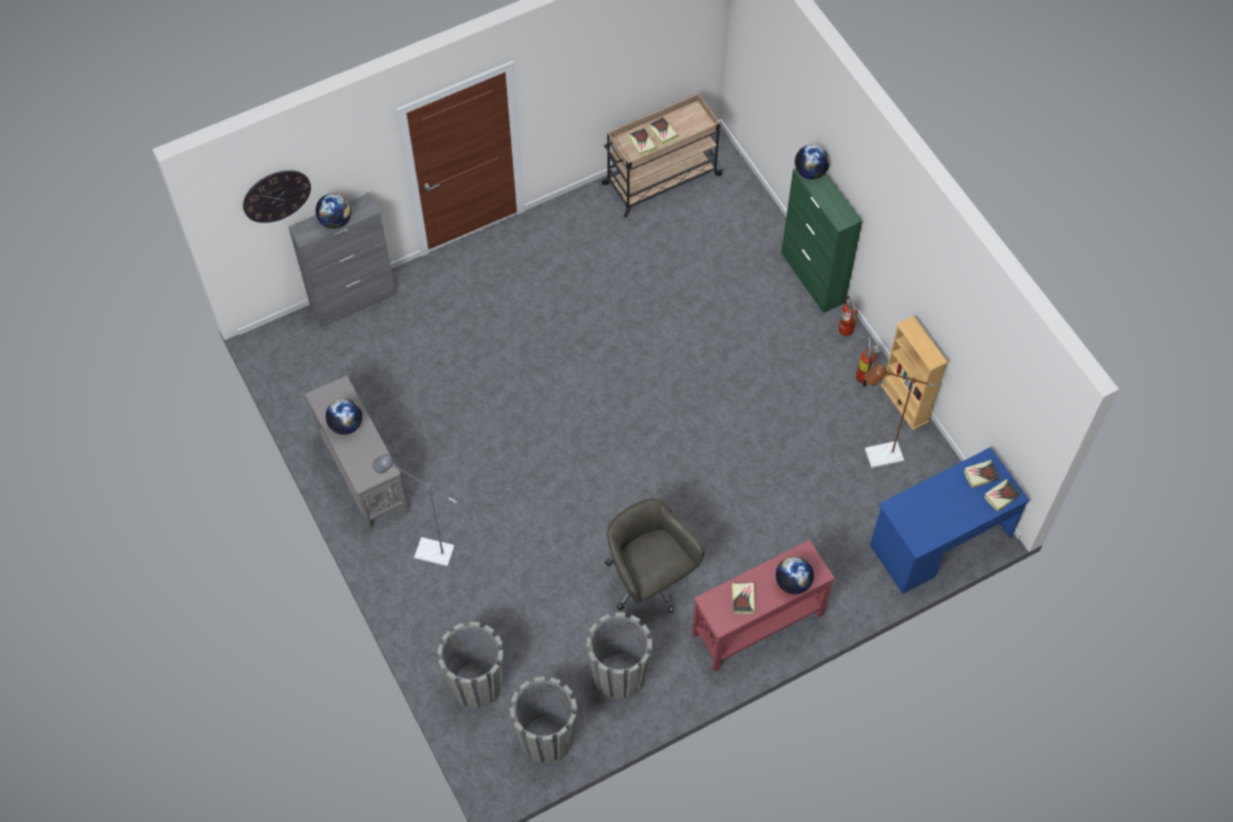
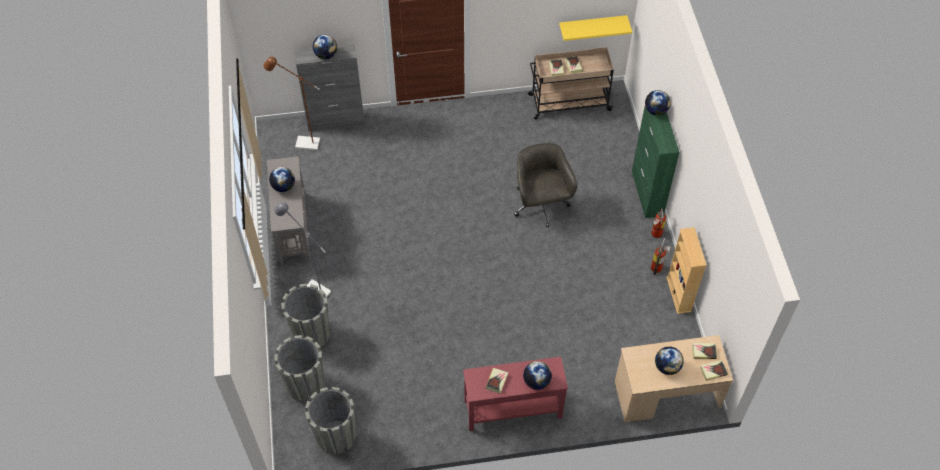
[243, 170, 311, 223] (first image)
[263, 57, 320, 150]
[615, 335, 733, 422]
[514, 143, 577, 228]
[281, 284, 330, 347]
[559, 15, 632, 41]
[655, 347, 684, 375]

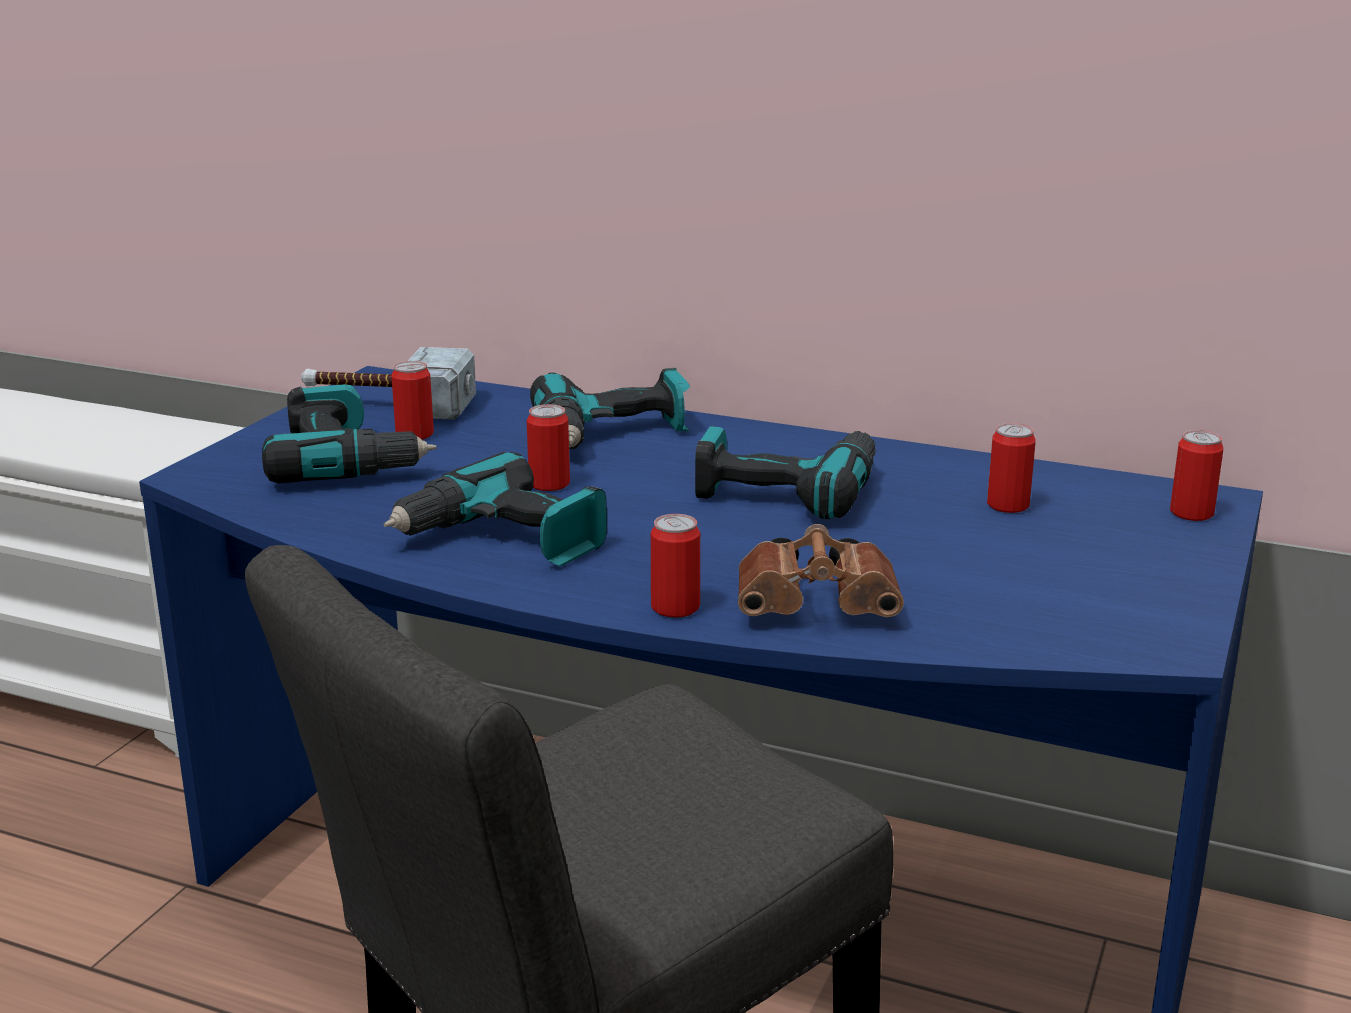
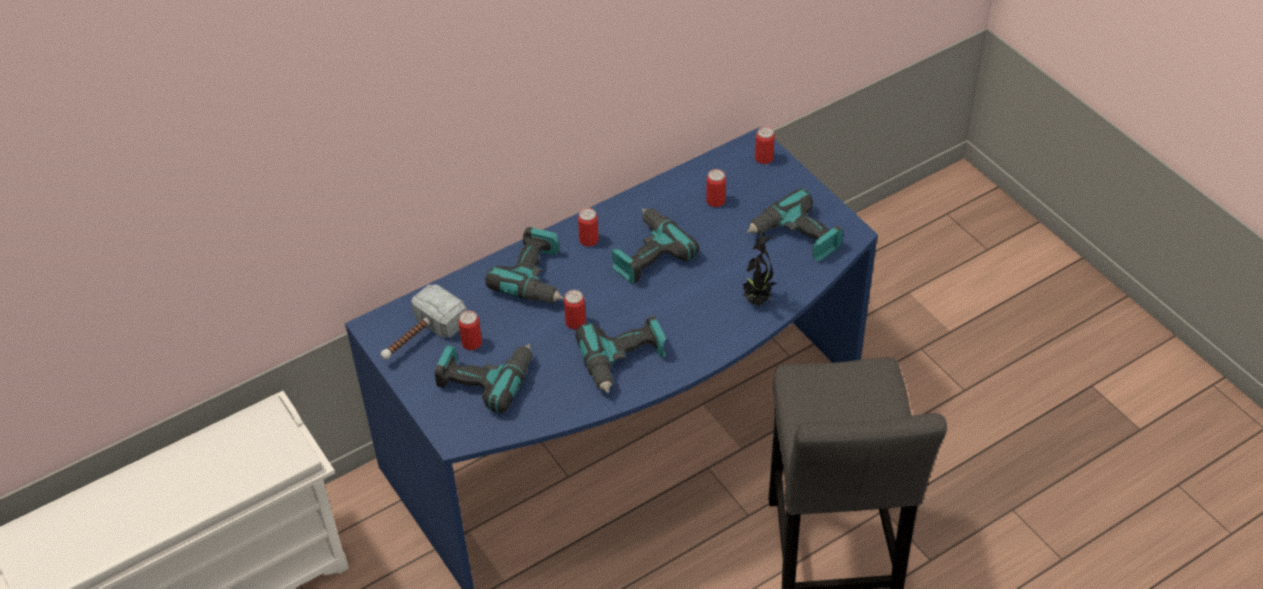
[578, 208, 599, 246]
[743, 232, 777, 307]
[746, 188, 843, 261]

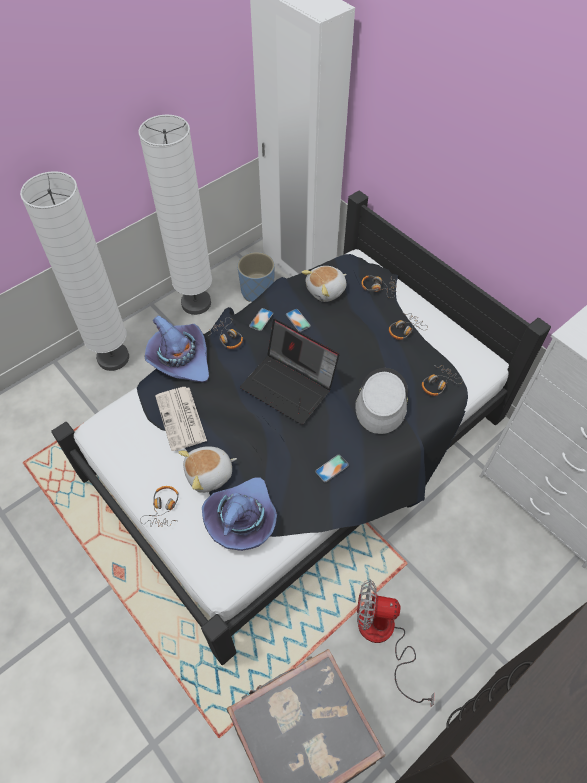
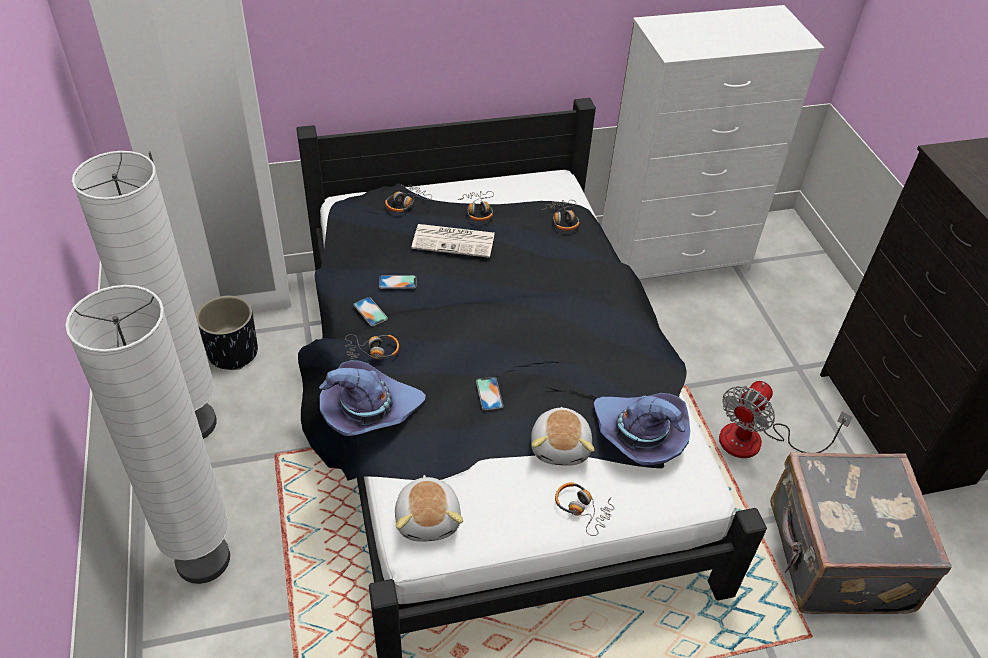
[196, 296, 258, 370]
[395, 475, 463, 542]
[240, 319, 339, 425] (first image)
[355, 368, 408, 434] (first image)
[411, 224, 495, 258]
[476, 377, 503, 410]

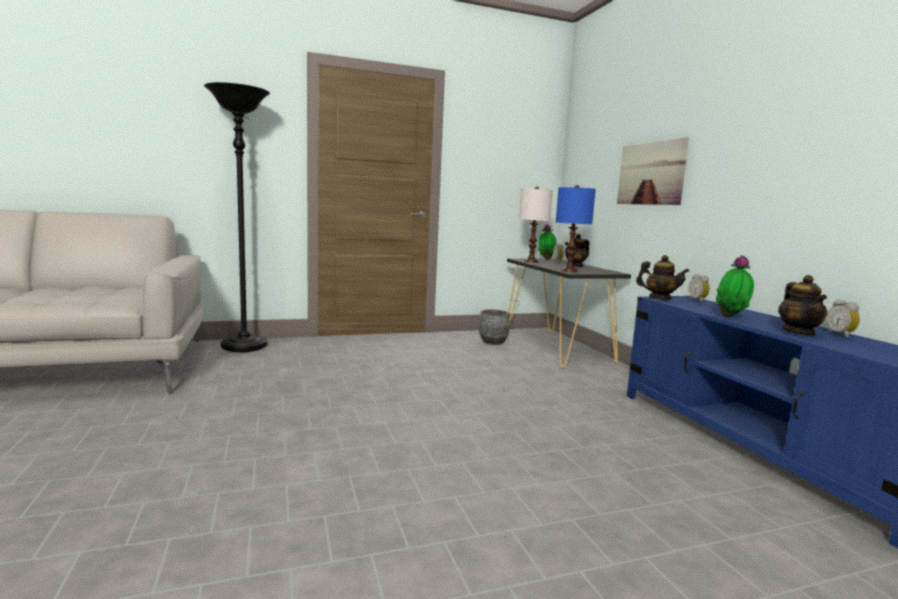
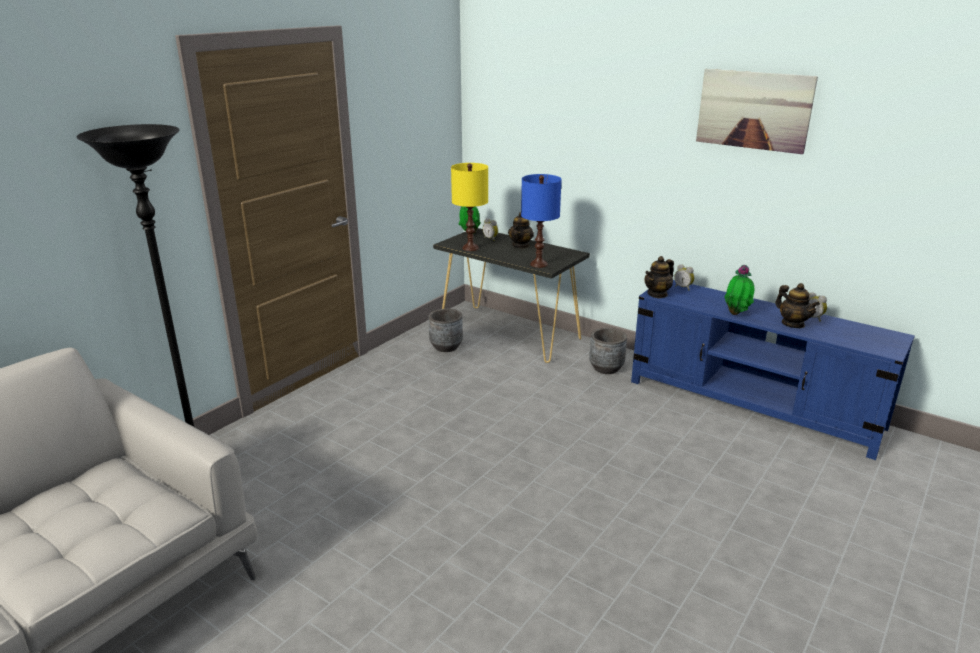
[696, 69, 818, 154]
[451, 163, 488, 251]
[644, 256, 674, 299]
[589, 328, 627, 374]

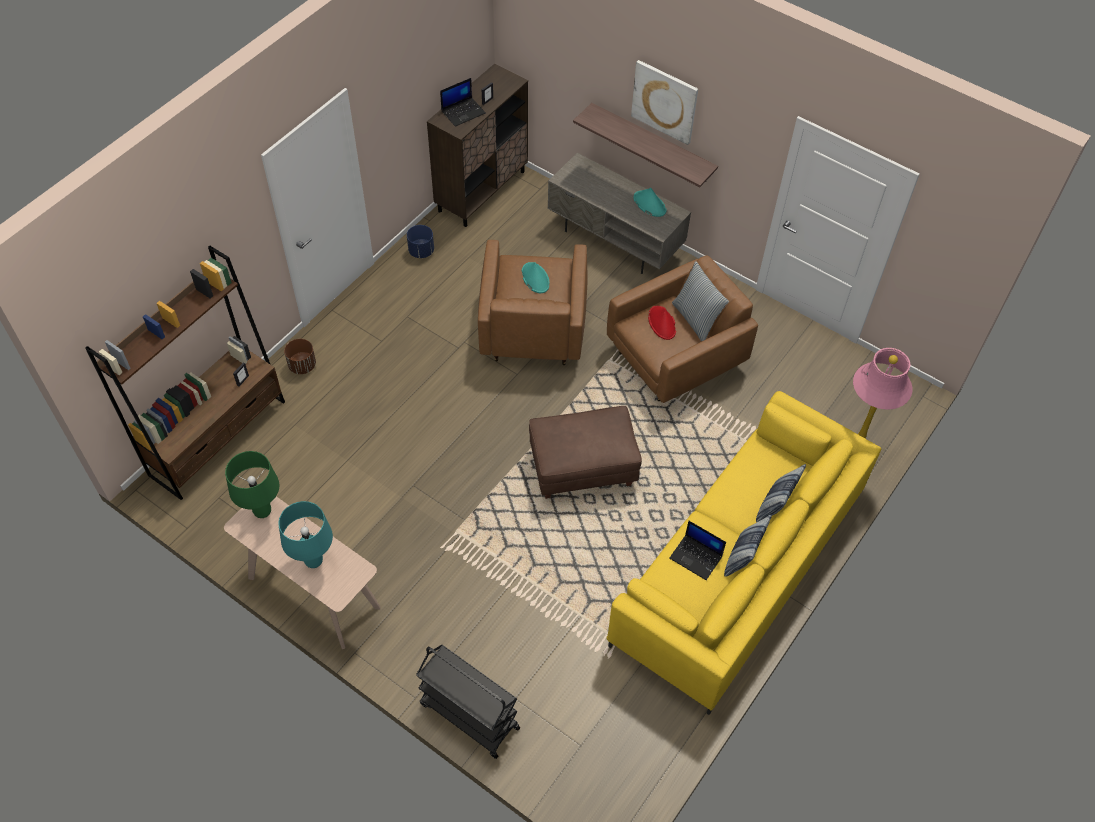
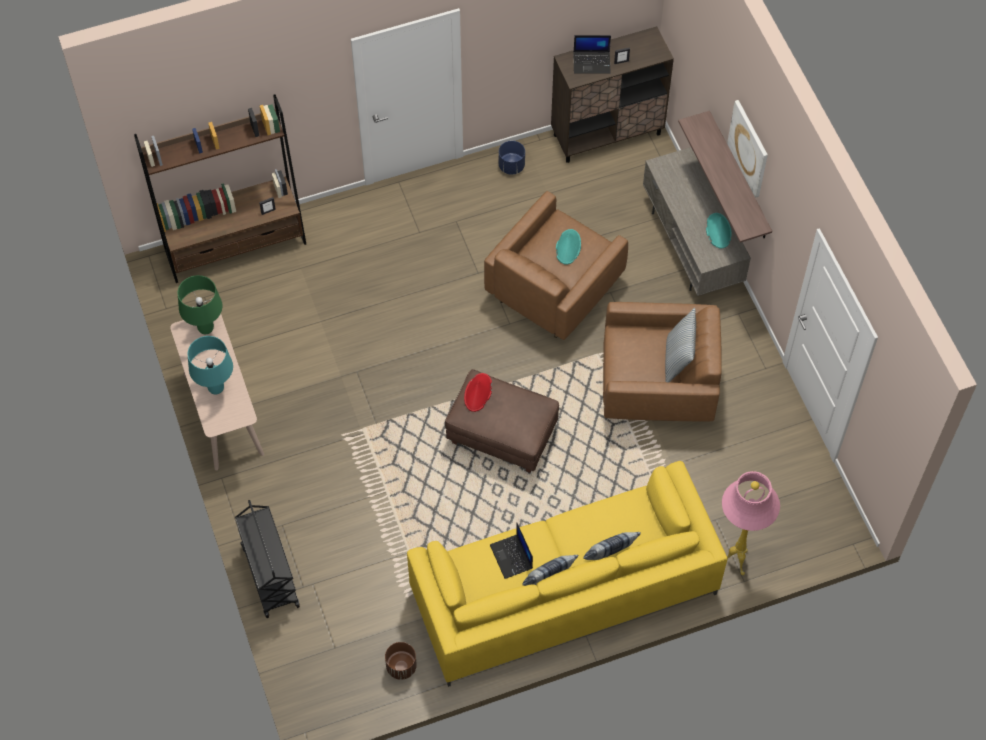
[464, 373, 492, 412]
[385, 642, 417, 680]

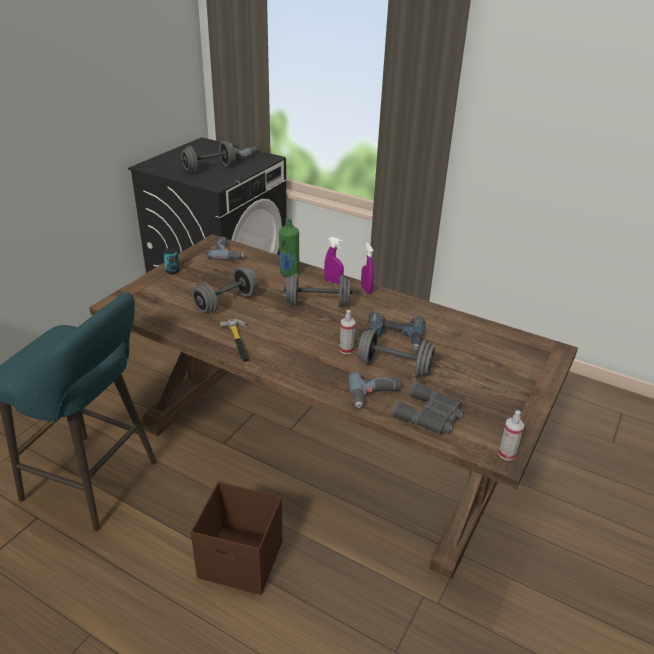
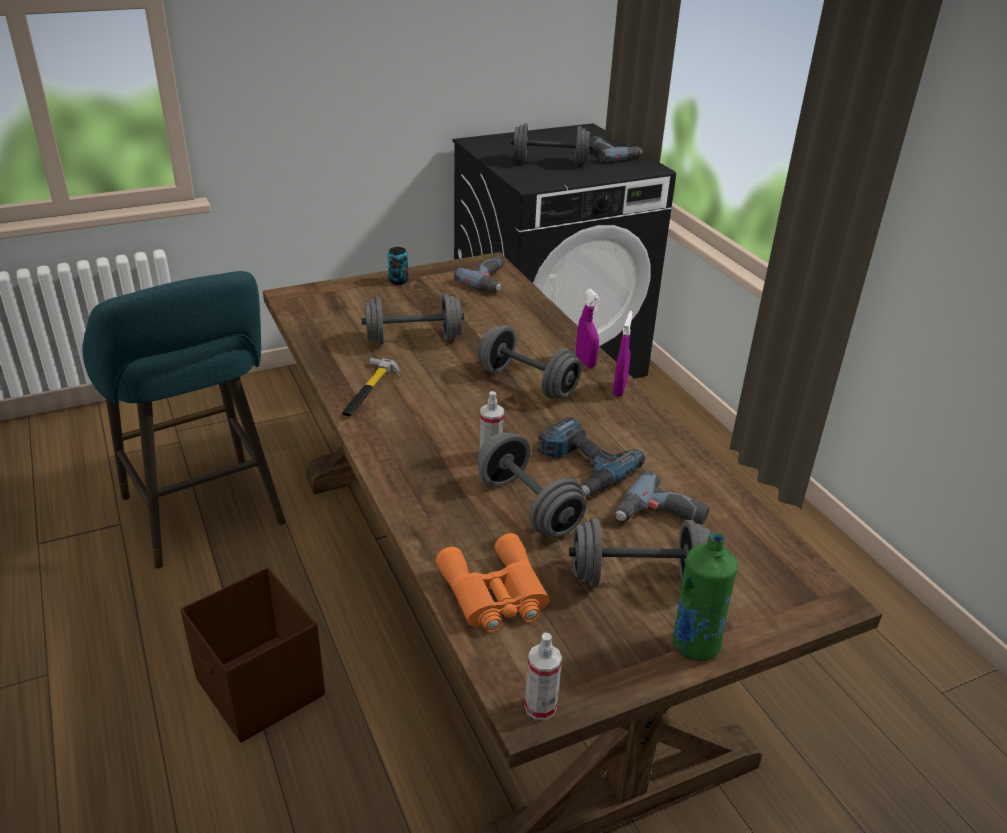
[673, 532, 738, 661]
[615, 471, 710, 524]
[436, 533, 549, 632]
[569, 518, 710, 586]

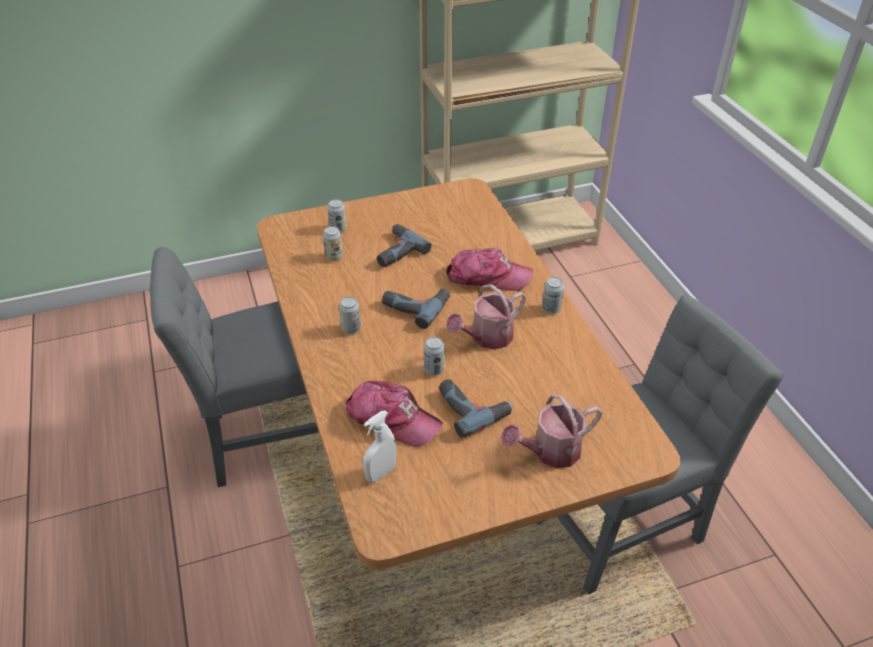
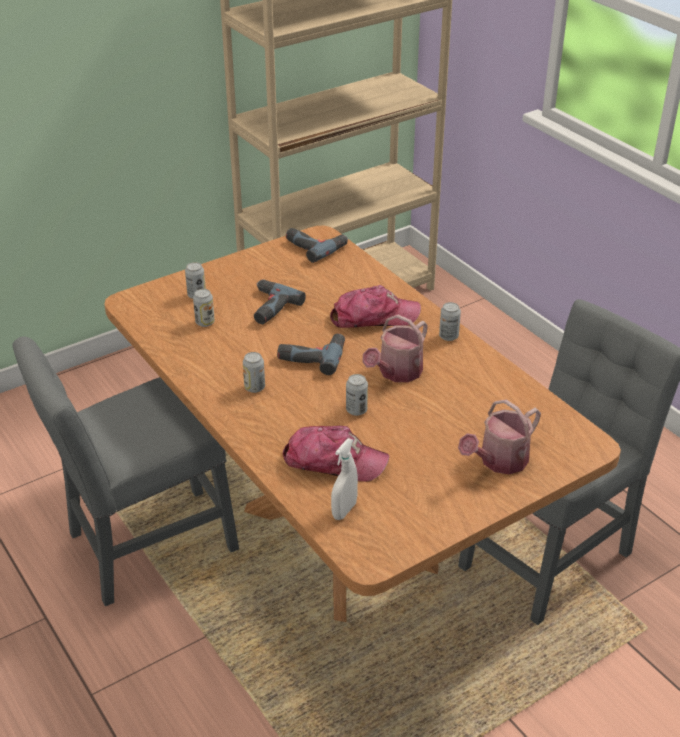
[286, 228, 348, 263]

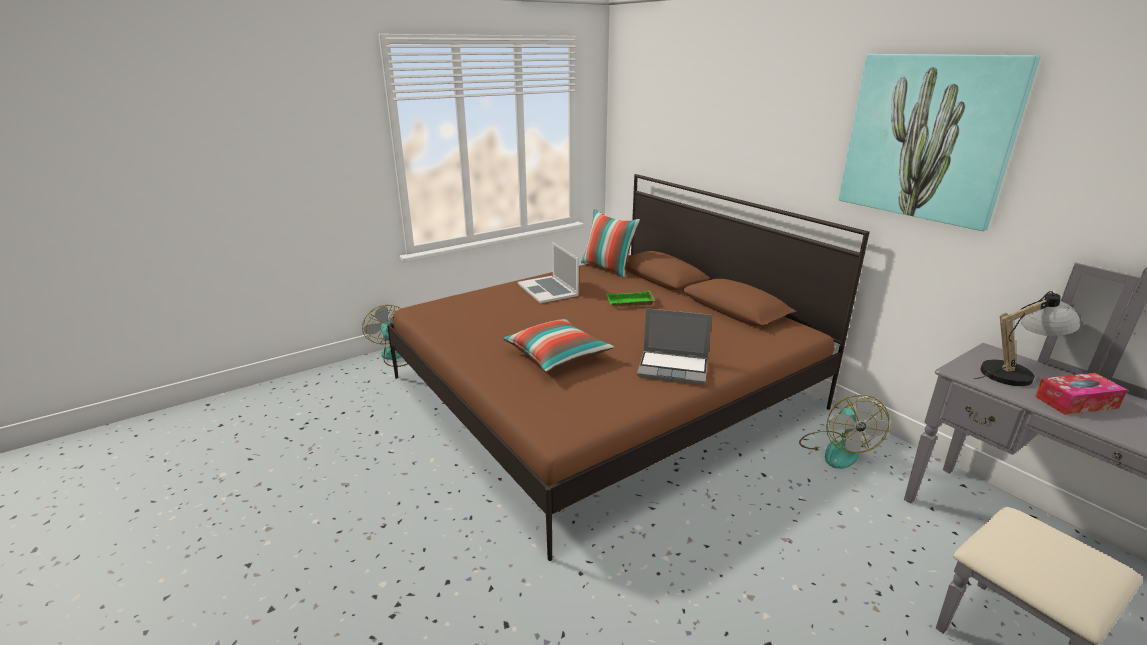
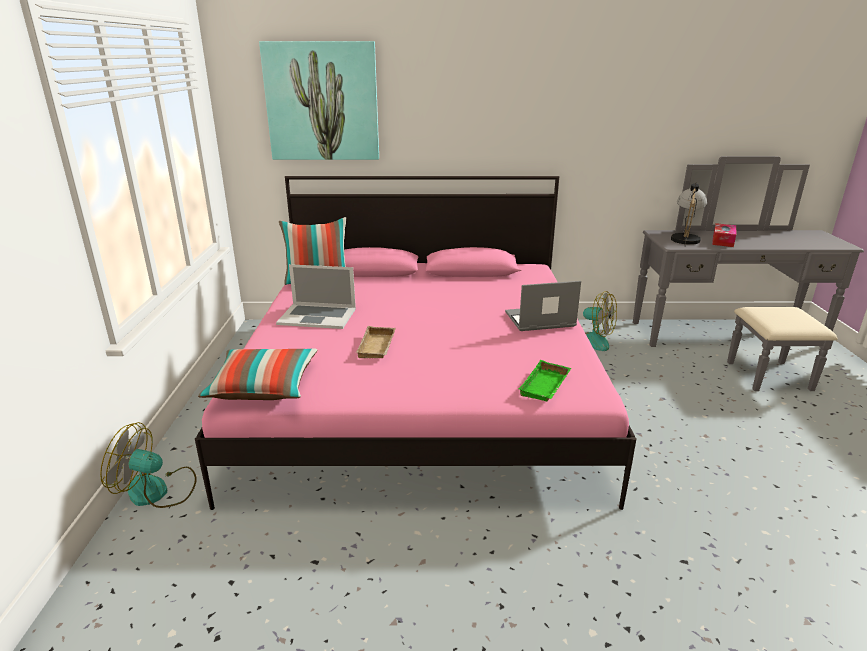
[259, 41, 379, 160]
[195, 176, 637, 510]
[518, 360, 571, 401]
[505, 281, 581, 331]
[198, 349, 318, 400]
[356, 326, 396, 358]

